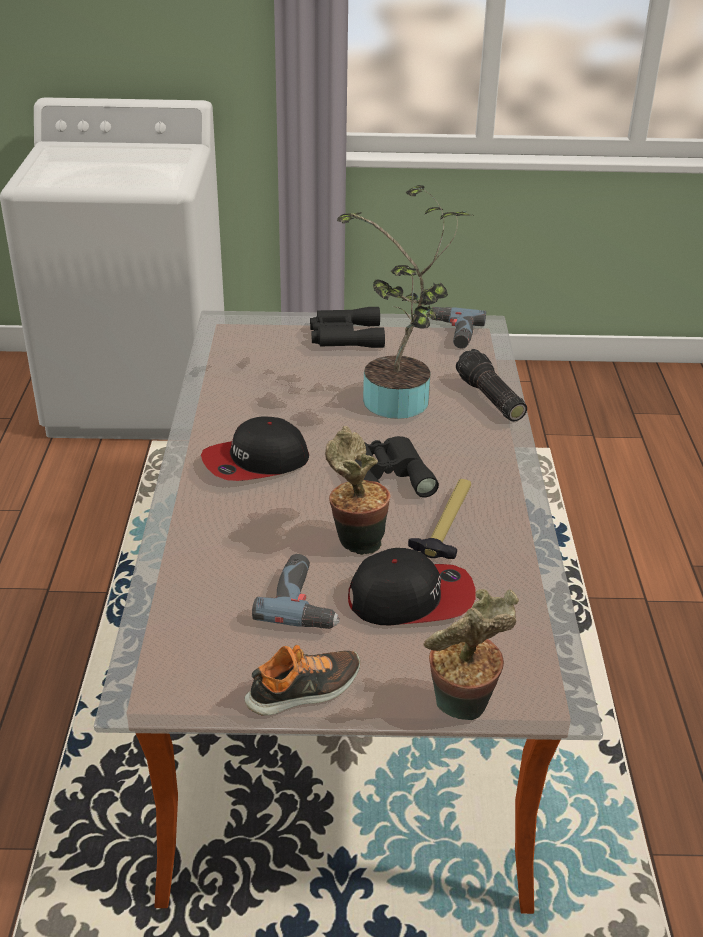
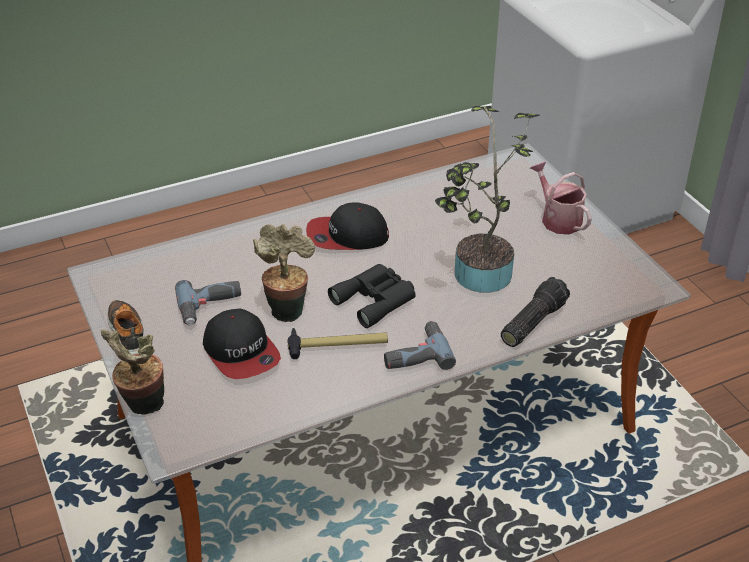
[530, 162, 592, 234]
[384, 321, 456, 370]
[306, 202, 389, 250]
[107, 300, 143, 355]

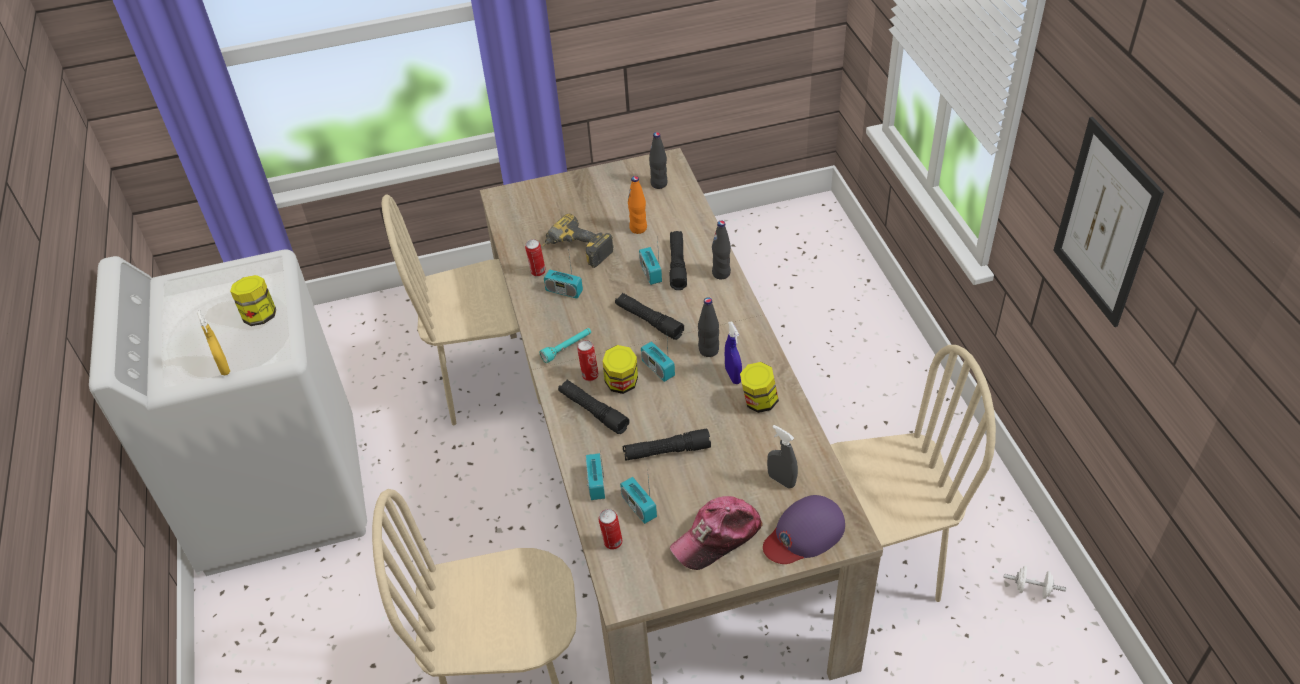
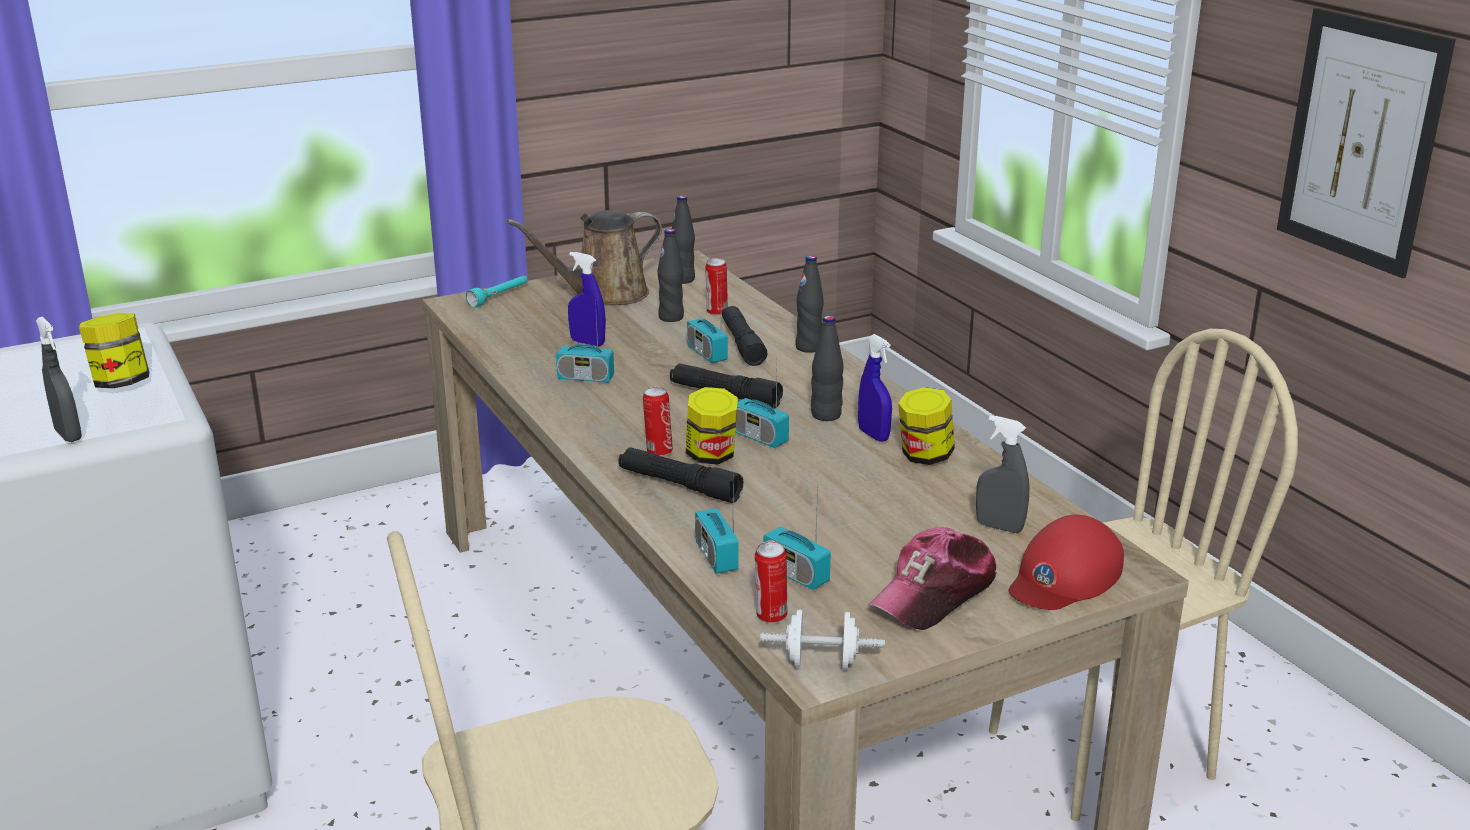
[658, 229, 684, 322]
[382, 195, 541, 425] (first image)
[568, 252, 606, 346]
[705, 258, 728, 315]
[36, 317, 82, 442]
[466, 276, 528, 307]
[623, 429, 711, 461] (first image)
[1009, 515, 1124, 610]
[760, 610, 885, 670]
[506, 210, 662, 305]

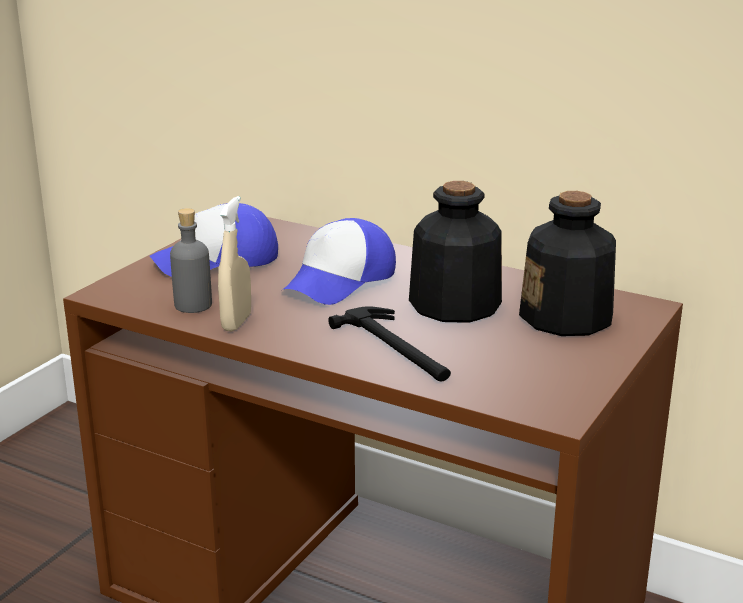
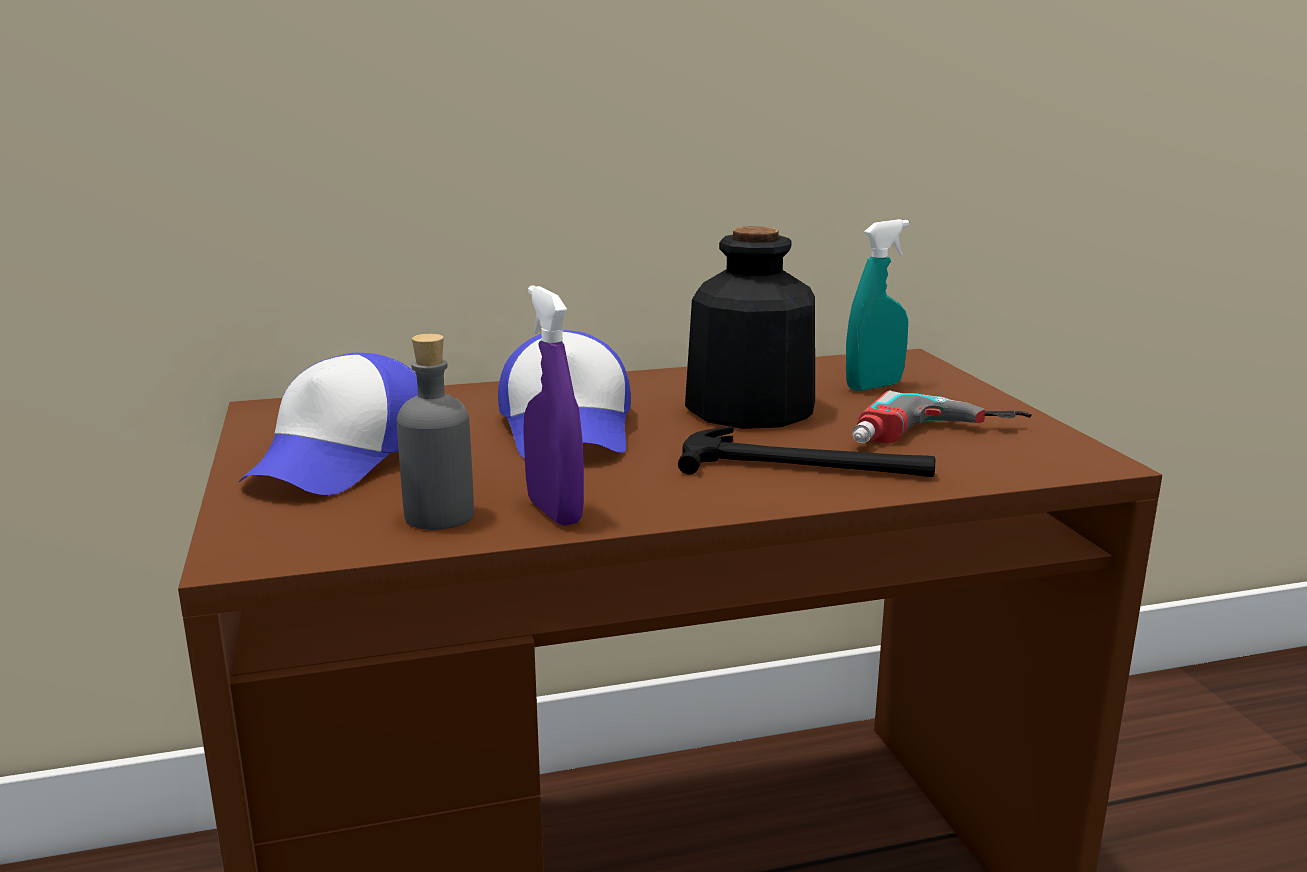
[846, 219, 909, 391]
[523, 285, 584, 526]
[852, 390, 1032, 443]

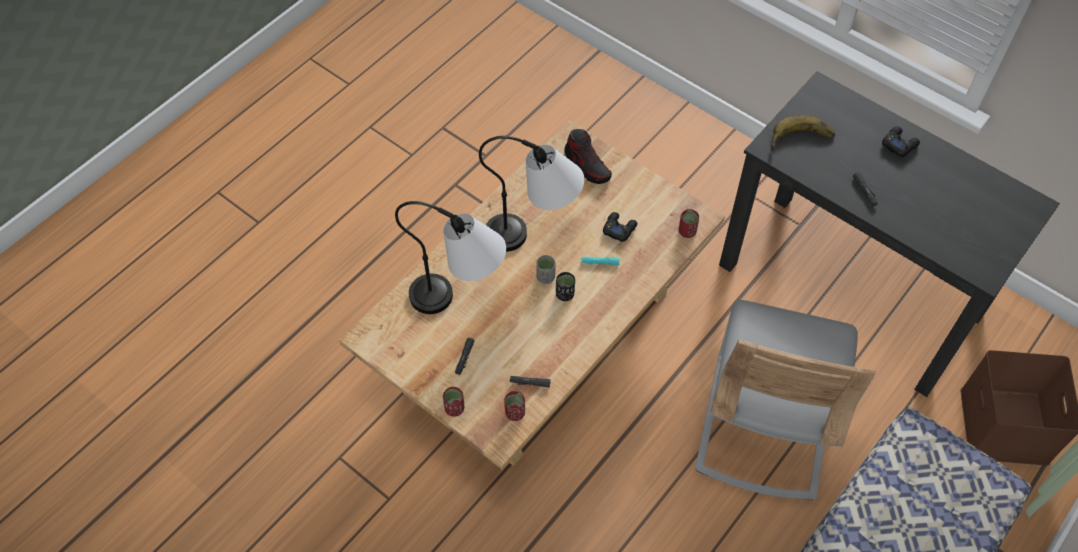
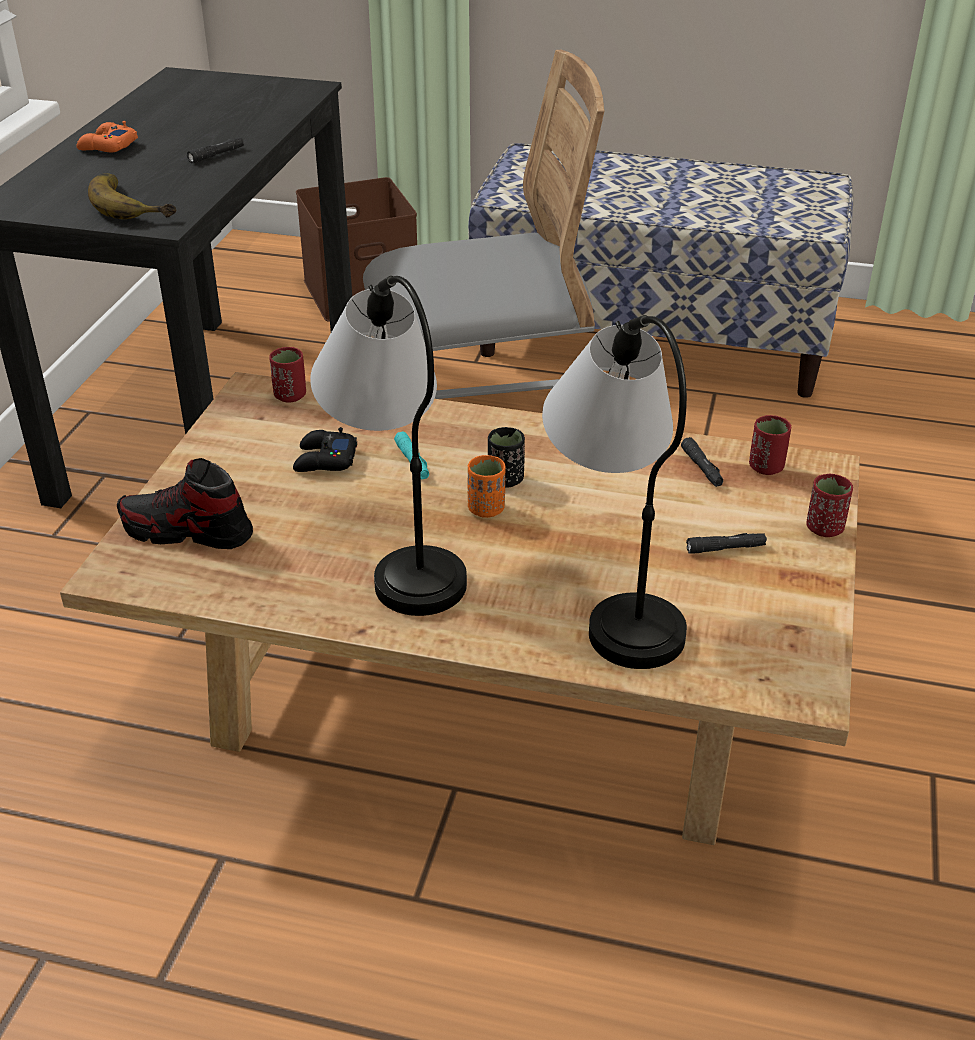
[76, 121, 138, 153]
[117, 458, 253, 549]
[467, 455, 505, 518]

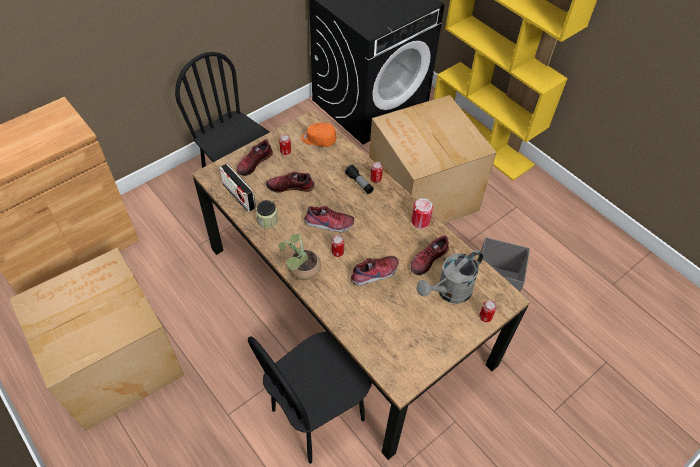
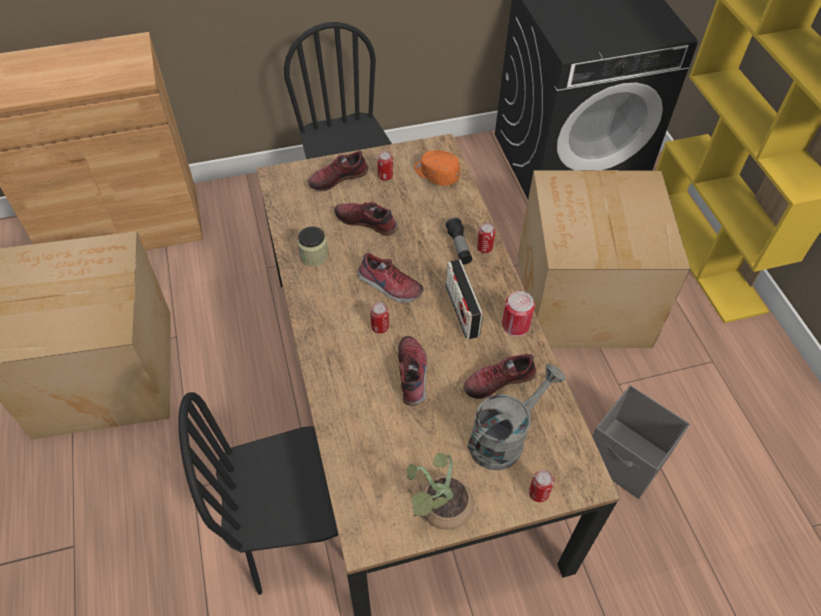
[446, 259, 483, 340]
[407, 453, 474, 530]
[467, 364, 565, 470]
[398, 336, 427, 406]

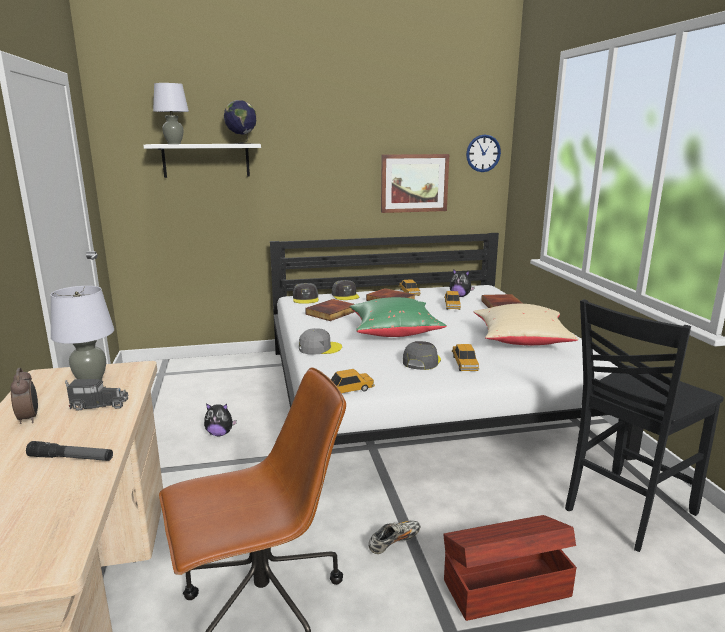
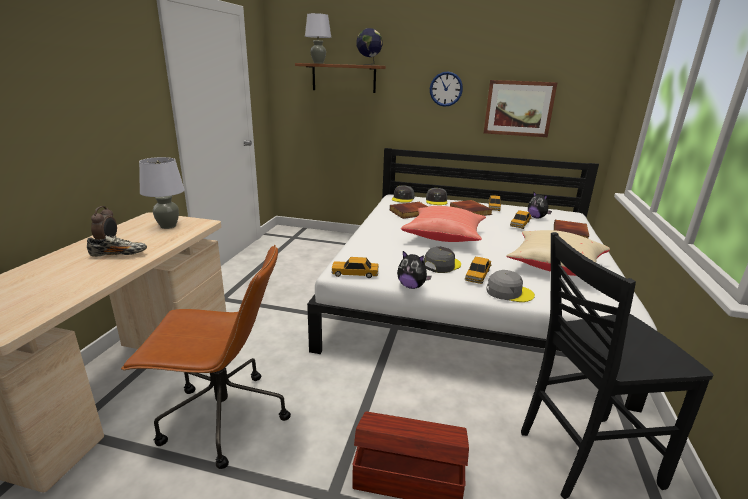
[430, 71, 463, 107]
[295, 63, 386, 93]
[401, 206, 486, 242]
[486, 270, 535, 302]
[65, 379, 129, 410] (first image)
[397, 251, 432, 289]
[26, 441, 113, 461] (first image)
[87, 236, 147, 257]

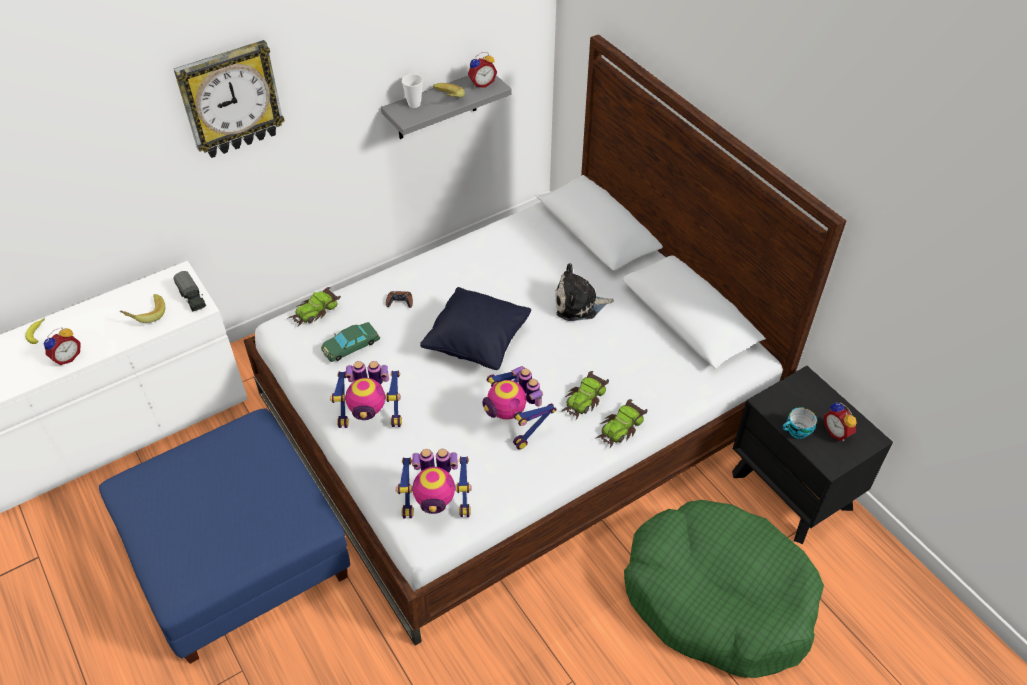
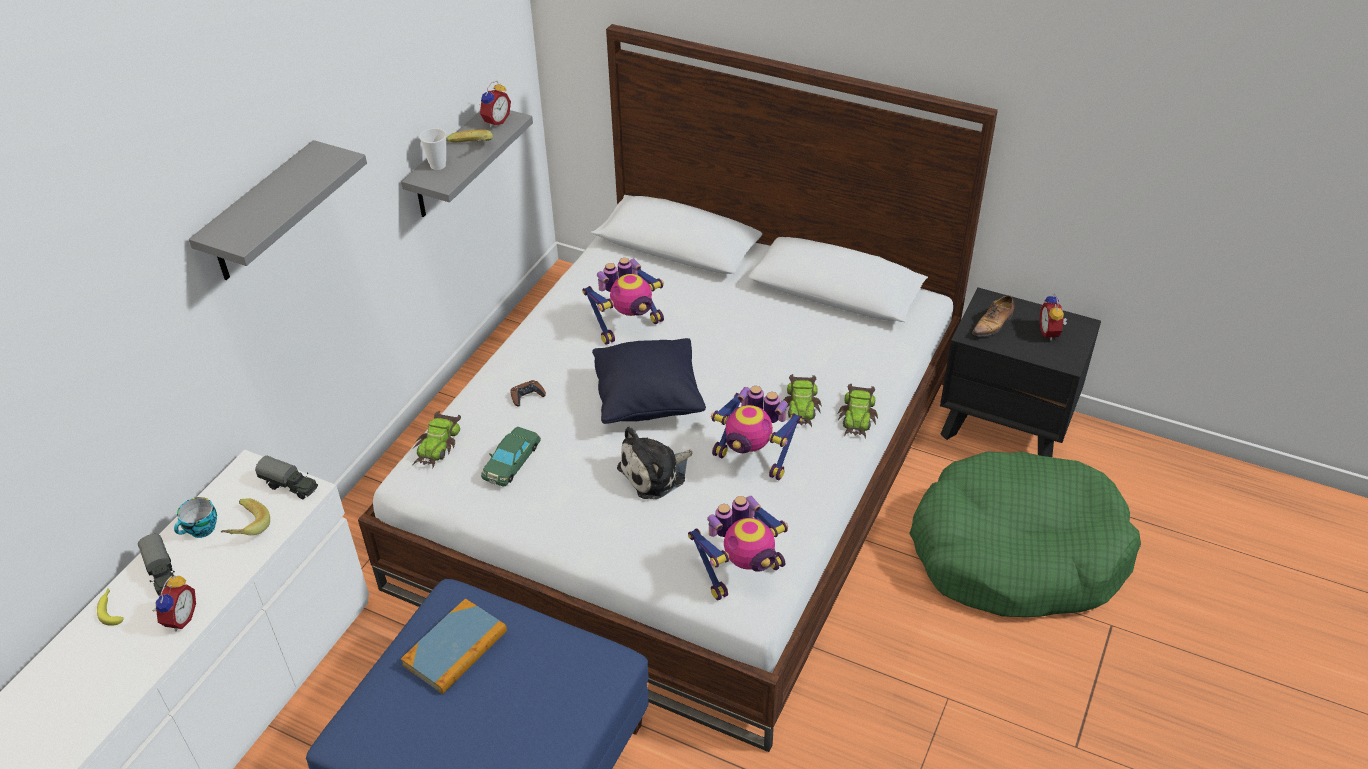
[189, 140, 367, 280]
[617, 426, 692, 499]
[582, 258, 664, 345]
[1039, 294, 1067, 340]
[174, 497, 217, 538]
[972, 295, 1015, 337]
[138, 534, 175, 596]
[401, 598, 507, 694]

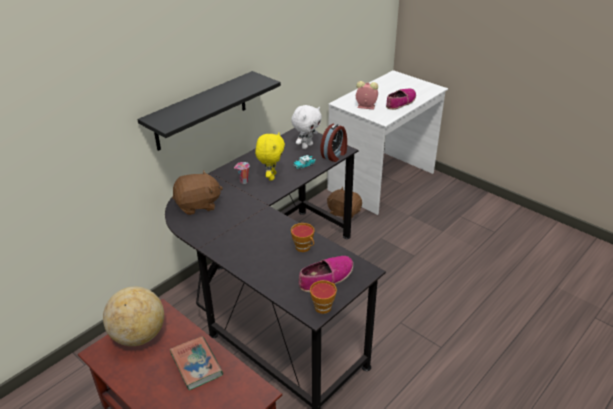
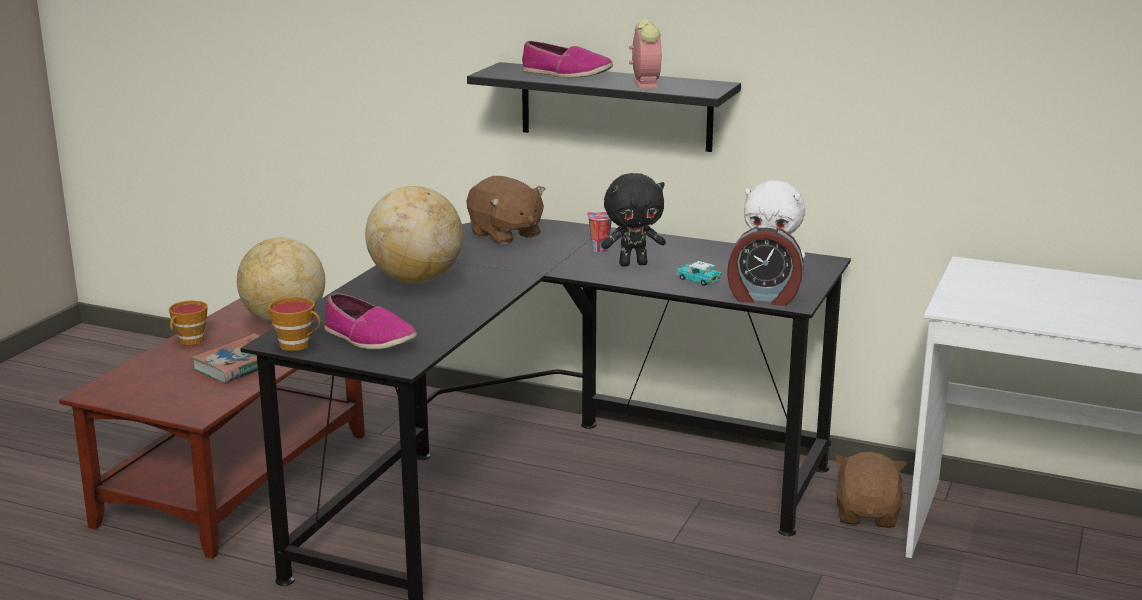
[629, 19, 662, 89]
[522, 41, 613, 78]
[601, 173, 666, 267]
[169, 300, 207, 345]
[365, 186, 463, 283]

